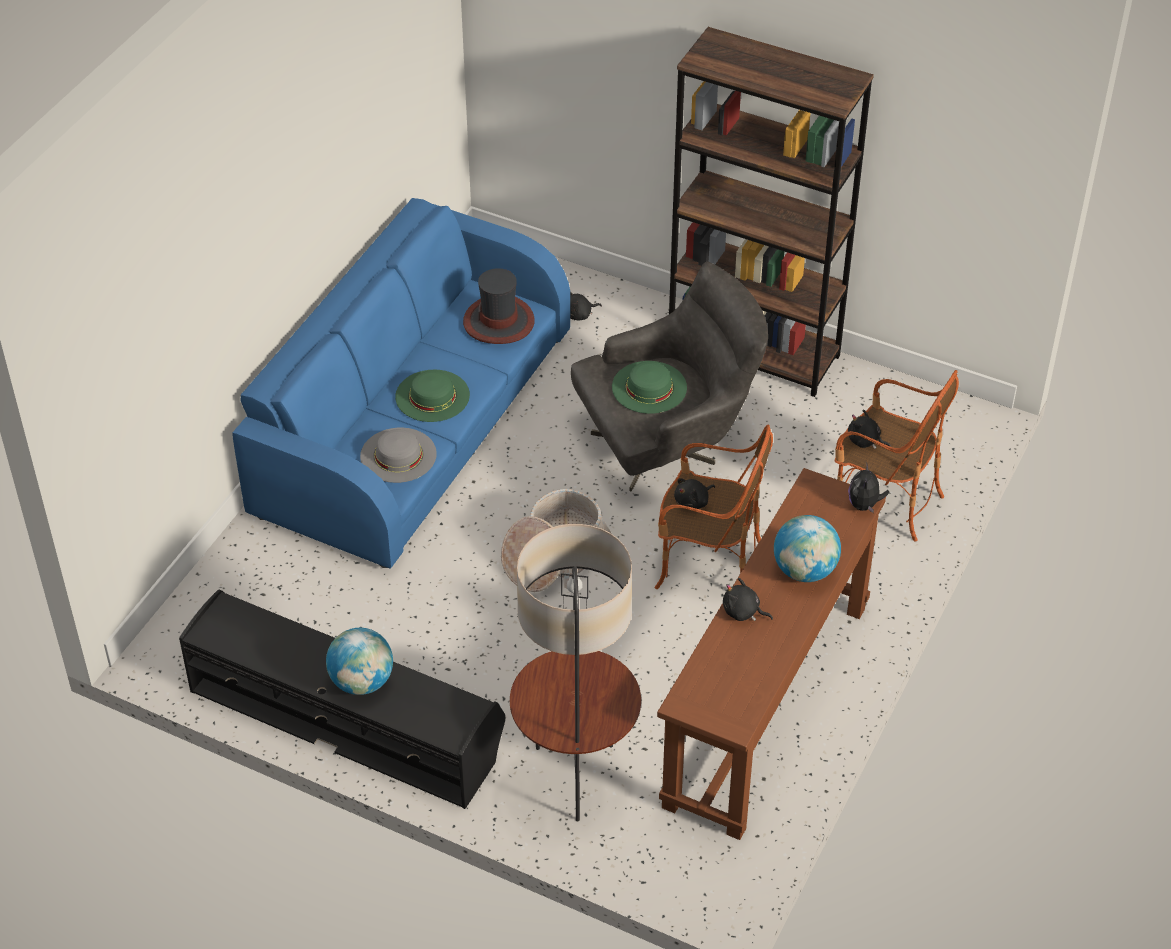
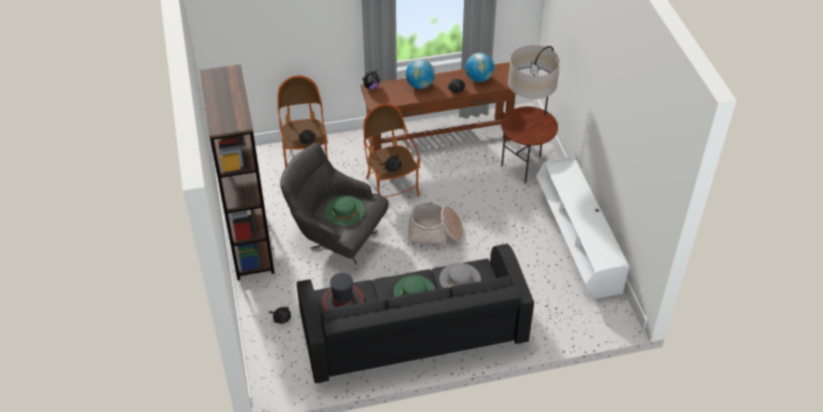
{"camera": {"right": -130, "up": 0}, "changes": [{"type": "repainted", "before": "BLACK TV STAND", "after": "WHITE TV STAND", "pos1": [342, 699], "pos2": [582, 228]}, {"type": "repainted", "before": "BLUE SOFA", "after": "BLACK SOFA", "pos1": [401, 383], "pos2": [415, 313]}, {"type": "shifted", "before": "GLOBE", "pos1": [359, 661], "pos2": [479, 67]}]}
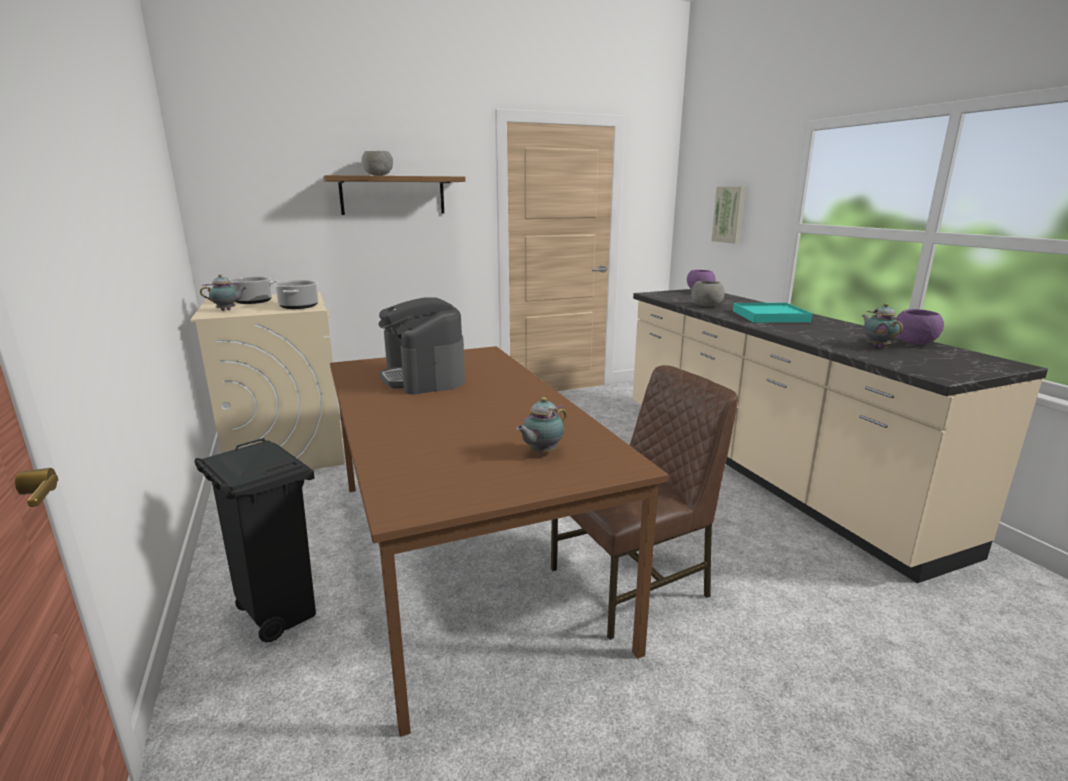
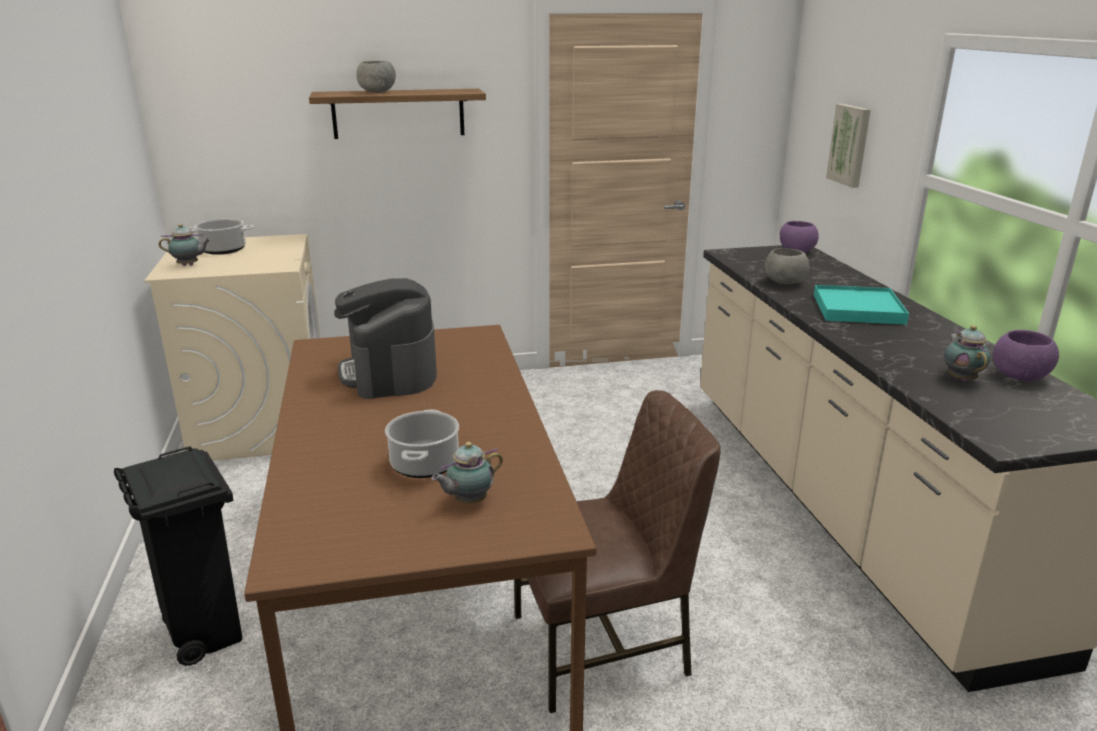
{"camera": {"right": 10, "up": 5}, "changes": [{"type": "shifted", "before": "COOKING POT", "pos1": [296, 294], "pos2": [422, 443]}]}
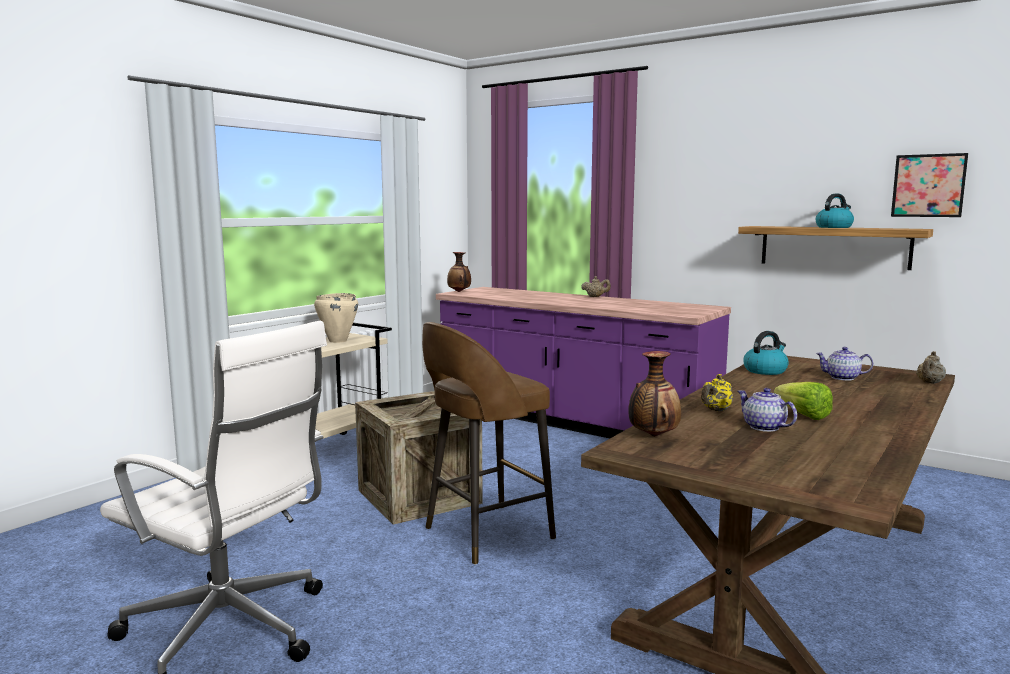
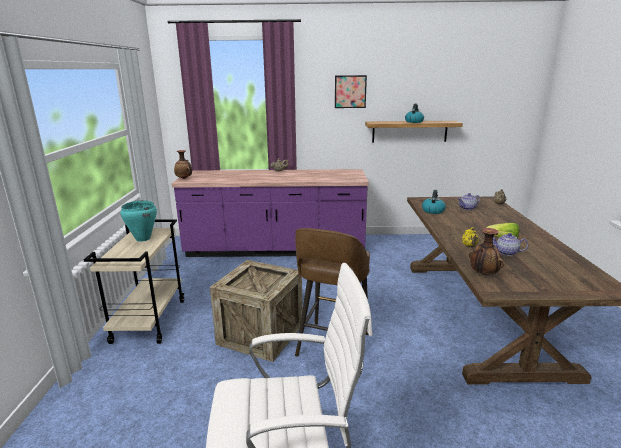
{"camera": {"right": -35, "up": 10}, "changes": [{"type": "repainted", "before": "BEIGE COOKING POT", "after": "TURQUOISE COOKING POT", "pos1": [336, 318], "pos2": [138, 221]}, {"type": "shifted", "before": "PICTURE", "pos1": [929, 185], "pos2": [351, 91]}]}
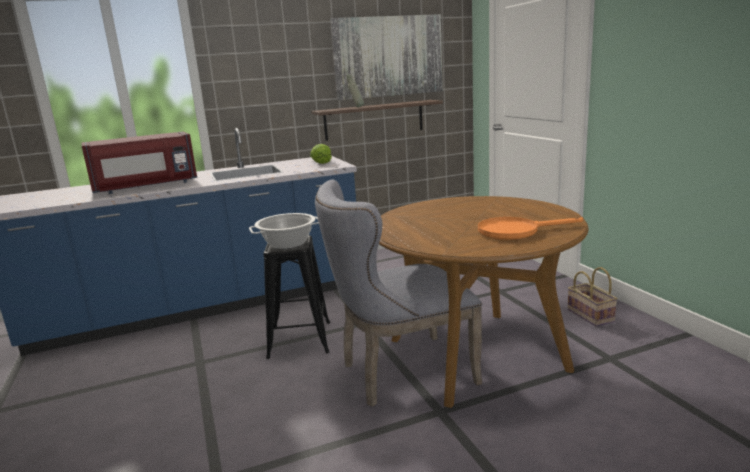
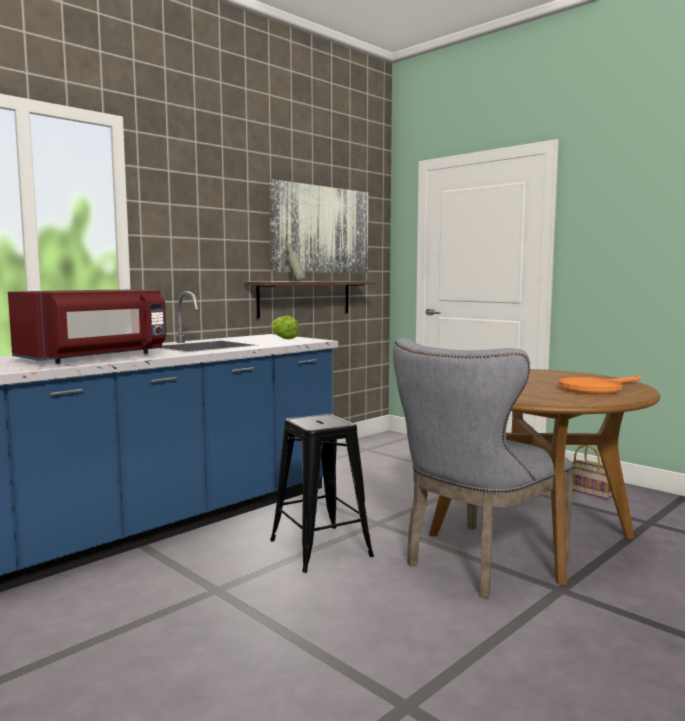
{"camera": {"right": -25, "up": -10}, "changes": [{"type": "gone", "before": "COOKING POT", "pos1": [284, 231]}]}
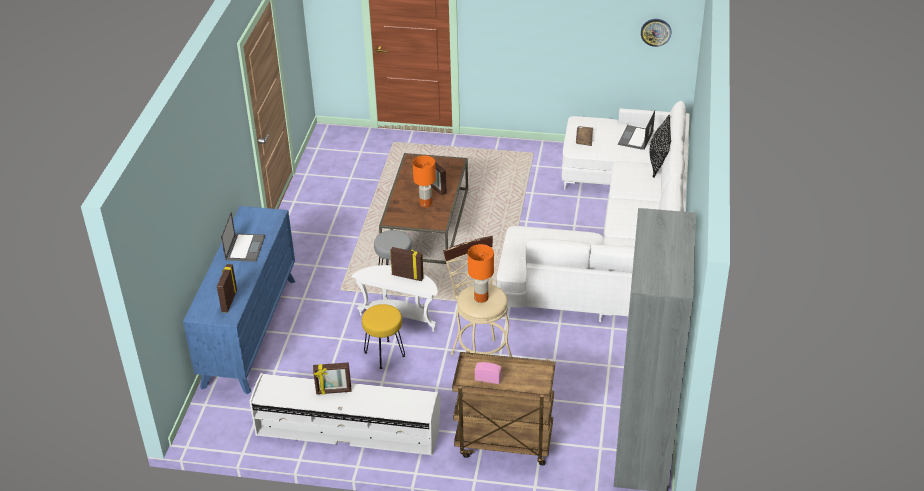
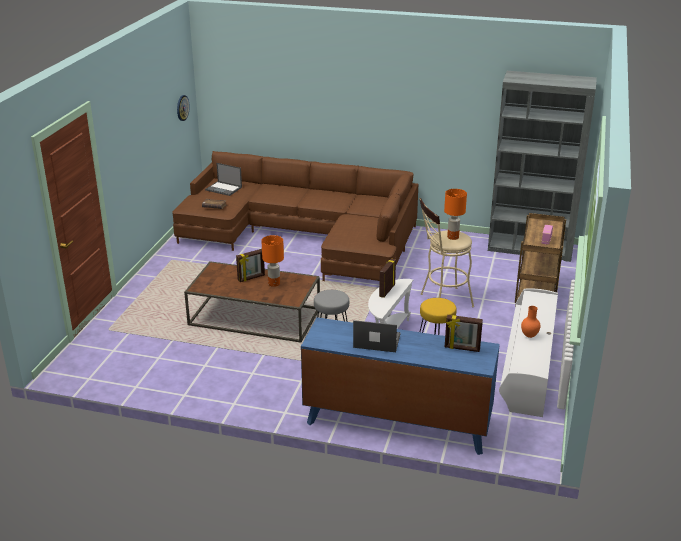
{"camera": {"right": -85, "up": -10}, "changes": [{"type": "swapped", "before": "PICTURE FRAME", "after": "ORANGE VASE", "pos1": [332, 378], "pos2": [530, 322]}, {"type": "repainted", "before": "WHITE SOFA", "after": "BROWN SOFA", "pos1": [593, 211], "pos2": [295, 216]}, {"type": "gone", "before": "BLACK PILLOW", "pos1": [660, 146]}]}
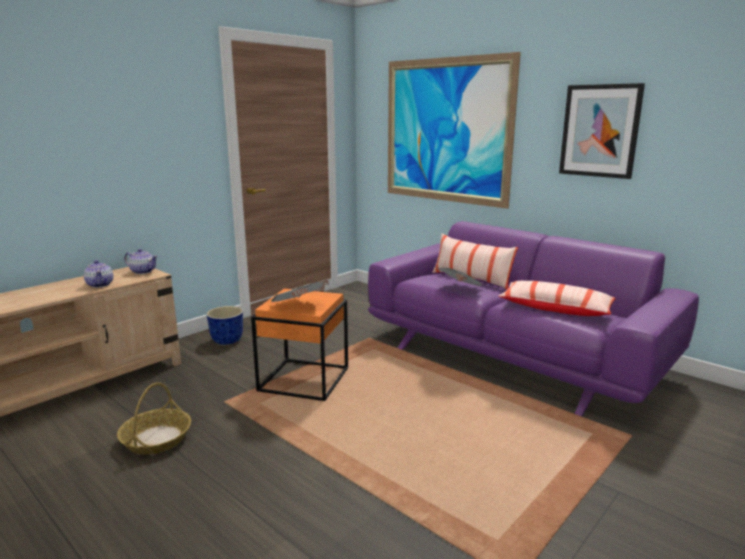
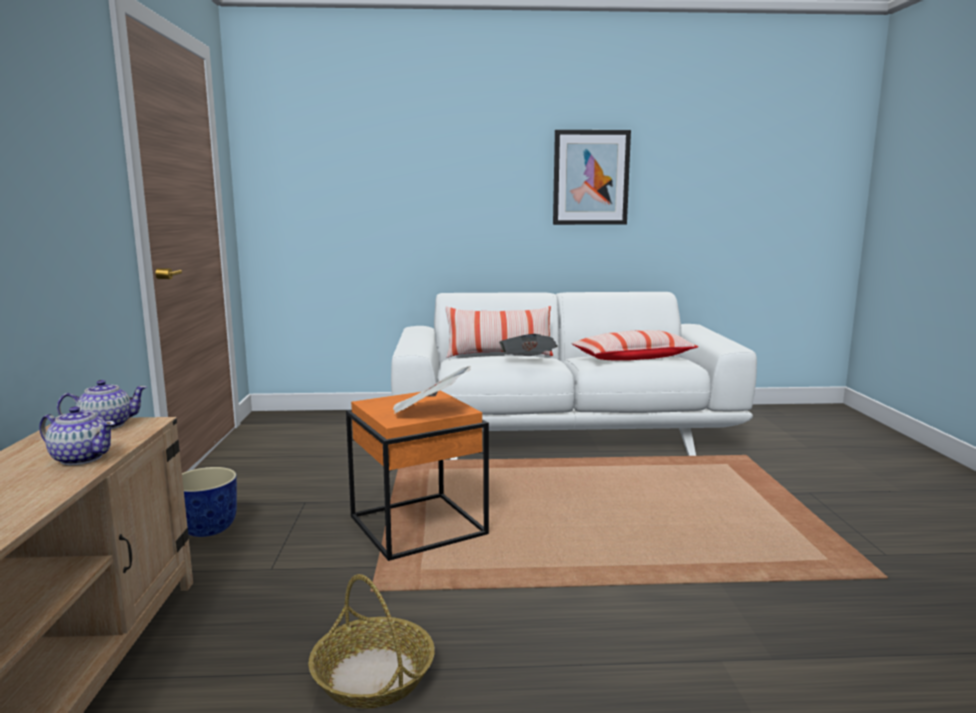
{"camera": {"right": -45, "up": -5}, "changes": [{"type": "repainted", "before": "PURPLE SOFA", "after": "WHITE SOFA", "pos1": [533, 318], "pos2": [574, 376]}, {"type": "gone", "before": "PICTURE", "pos1": [454, 130]}]}
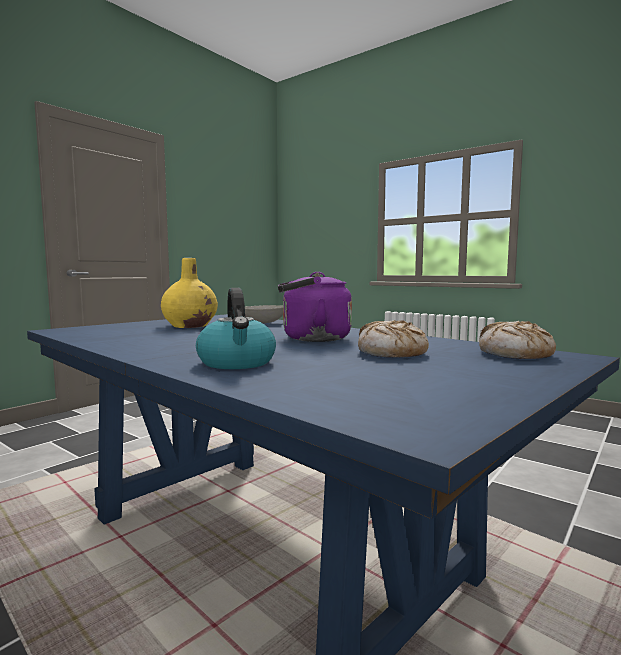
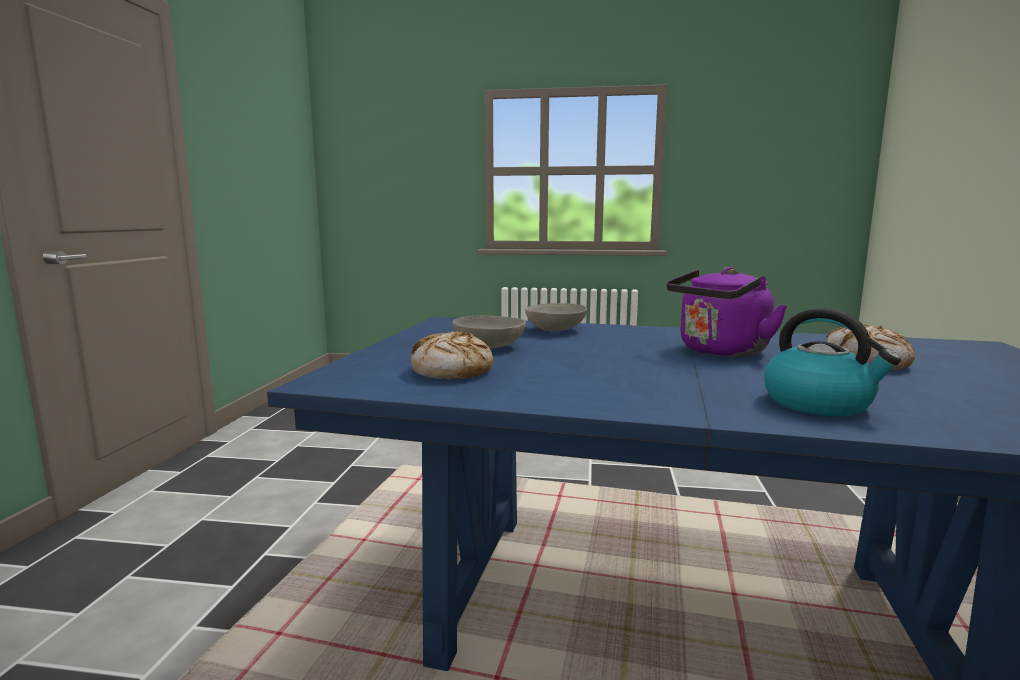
{"camera": {"right": -30, "up": 5}, "changes": [{"type": "swapped", "before": "YELLOW VASE", "after": "GREY BOWL", "pos1": [189, 293], "pos2": [489, 331]}, {"type": "shifted", "before": "BREAD", "pos1": [517, 340], "pos2": [452, 355]}]}
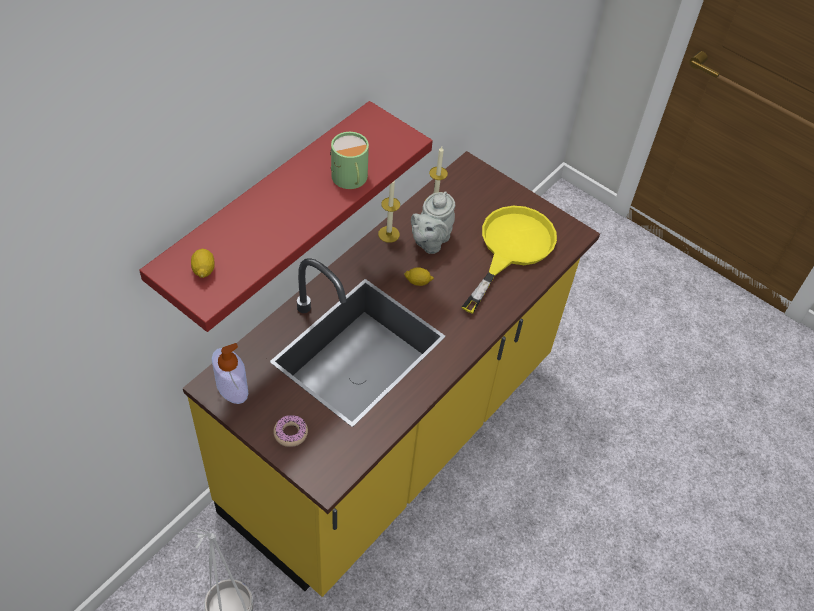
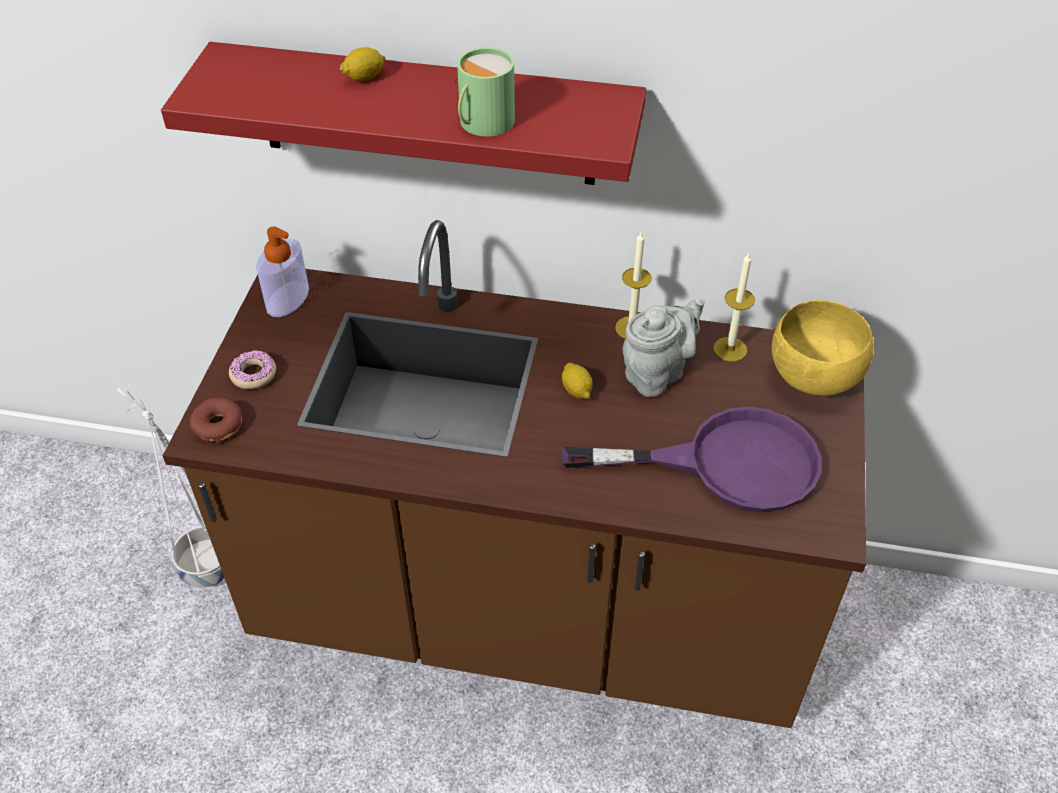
{"camera": {"right": 65, "up": -5}, "changes": [{"type": "repainted", "before": "YELLOW COUNTER", "after": "BROWN COUNTER", "pos1": [391, 374], "pos2": [514, 474]}, {"type": "shifted", "before": "LEMON", "pos1": [203, 263], "pos2": [362, 64]}, {"type": "rotated", "before": "GREY TEAPOT", "pos1": [433, 222], "pos2": [664, 347], "turn": 135}, {"type": "repainted", "before": "YELLOW FRYING PAN", "after": "PURPLE FRYING PAN", "pos1": [509, 260], "pos2": [692, 460]}, {"type": "new", "after": "DONUT", "pos2": [216, 420]}, {"type": "new", "after": "YELLOW BOWL", "pos2": [823, 348]}]}
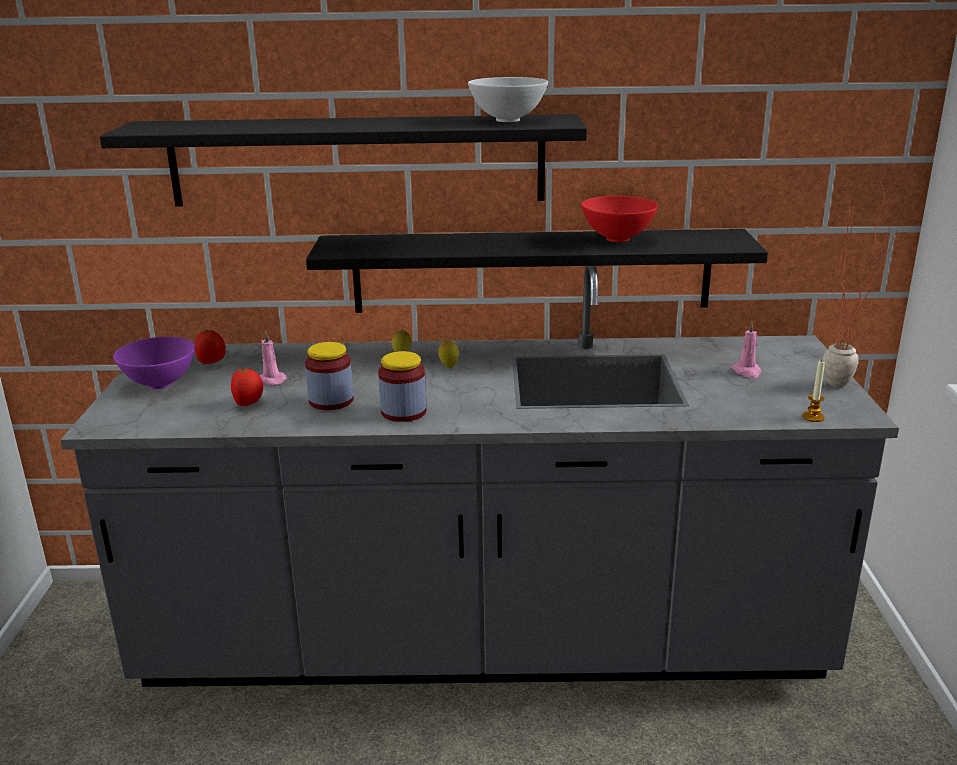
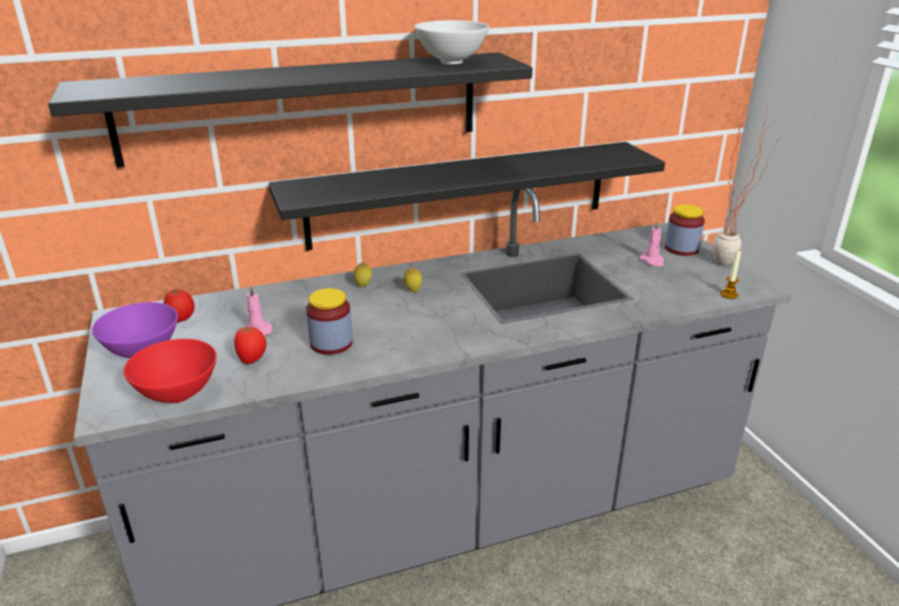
{"camera": {"right": -20, "up": 5}, "changes": [{"type": "shifted", "before": "JAR", "pos1": [402, 386], "pos2": [685, 230]}, {"type": "shifted", "before": "RED BOWL", "pos1": [619, 219], "pos2": [170, 371]}]}
